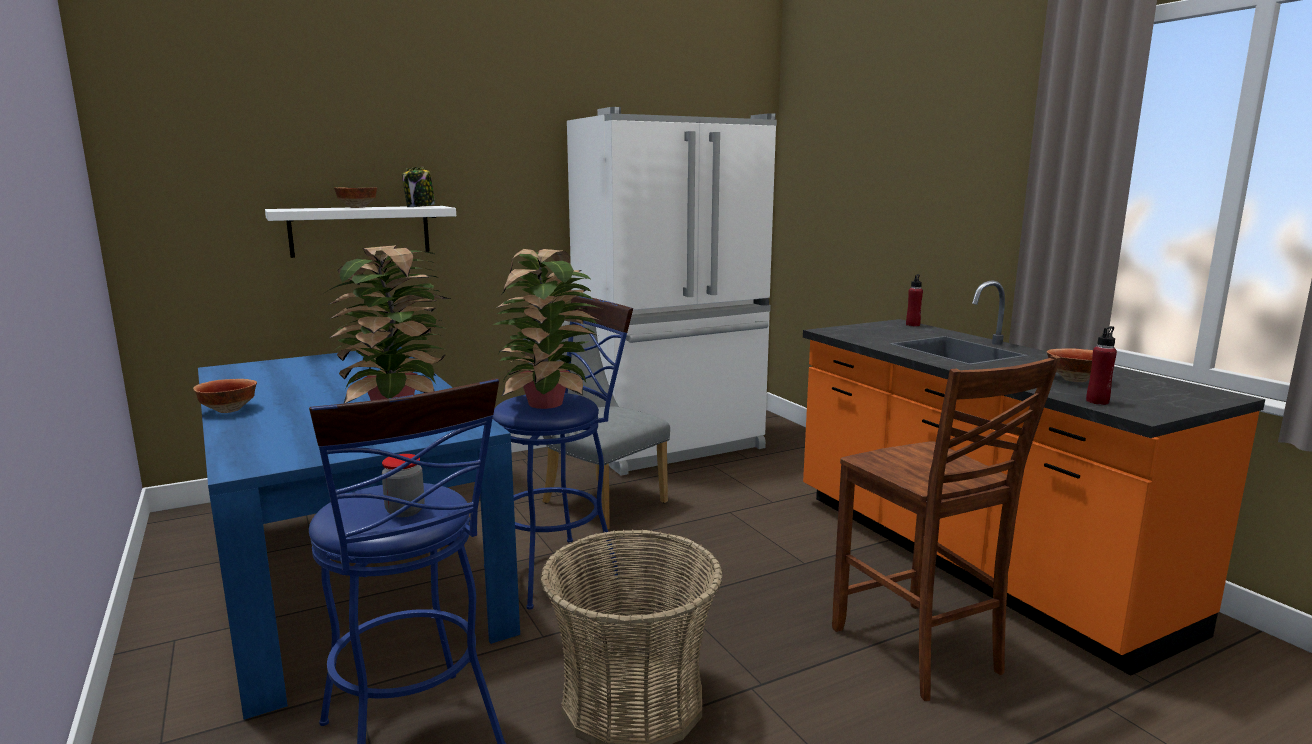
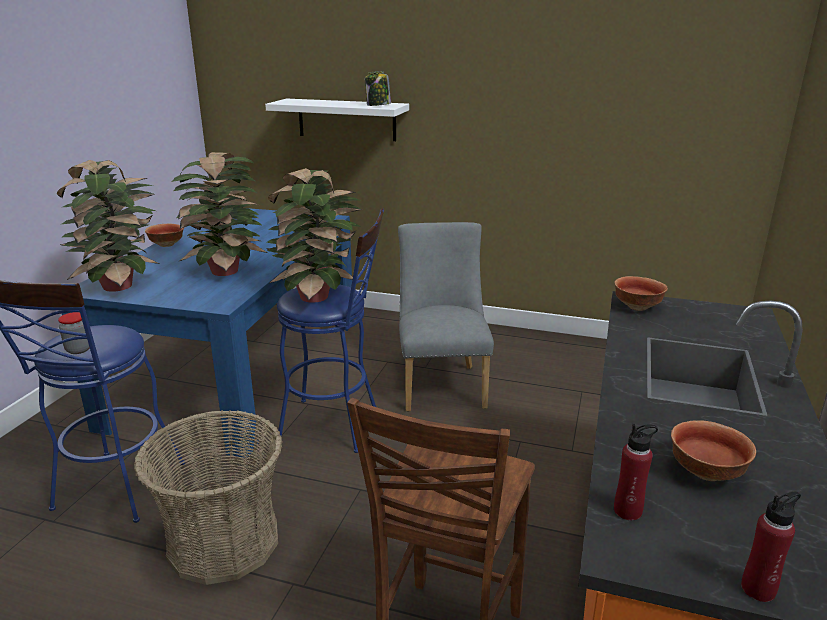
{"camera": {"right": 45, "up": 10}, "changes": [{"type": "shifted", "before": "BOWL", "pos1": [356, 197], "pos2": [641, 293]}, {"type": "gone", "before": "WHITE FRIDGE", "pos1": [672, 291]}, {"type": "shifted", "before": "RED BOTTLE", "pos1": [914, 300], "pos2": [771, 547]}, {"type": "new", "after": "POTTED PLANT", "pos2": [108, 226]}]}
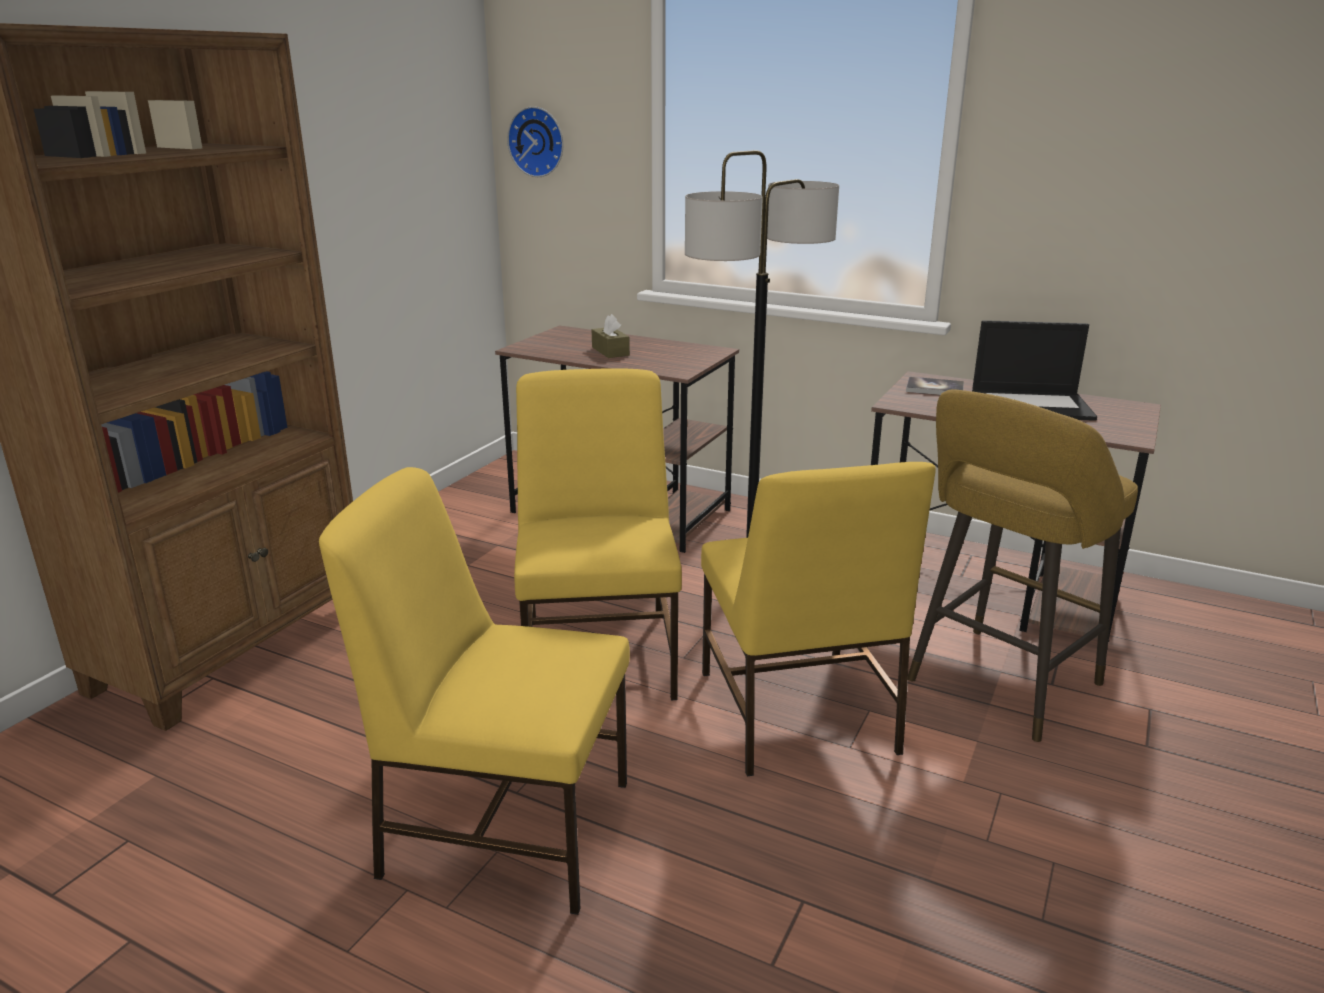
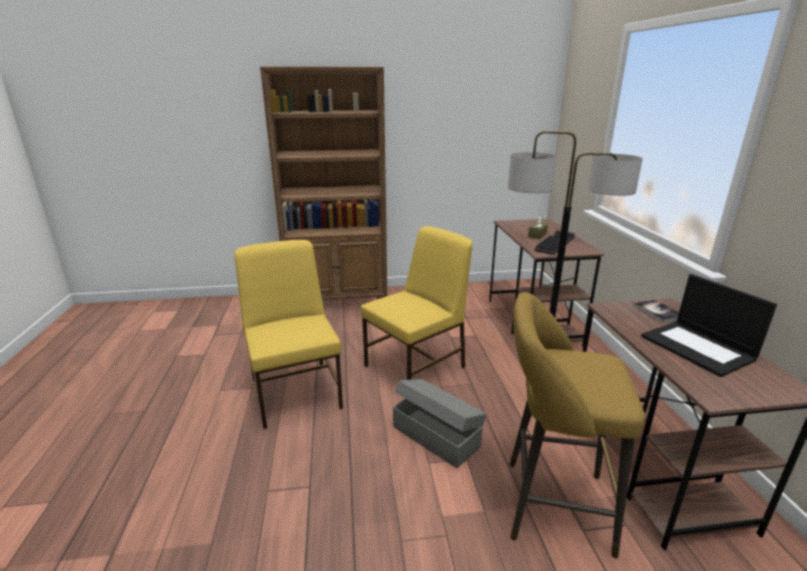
{"camera": {"right": 55, "up": 0}, "changes": [{"type": "gone", "before": "WALL CLOCK", "pos1": [535, 141]}, {"type": "swapped", "before": "YELLOW CHAIR", "after": "GREY STORAGE BOX", "pos1": [818, 619], "pos2": [440, 423]}, {"type": "new", "after": "KEYBOARD", "pos2": [554, 242]}]}
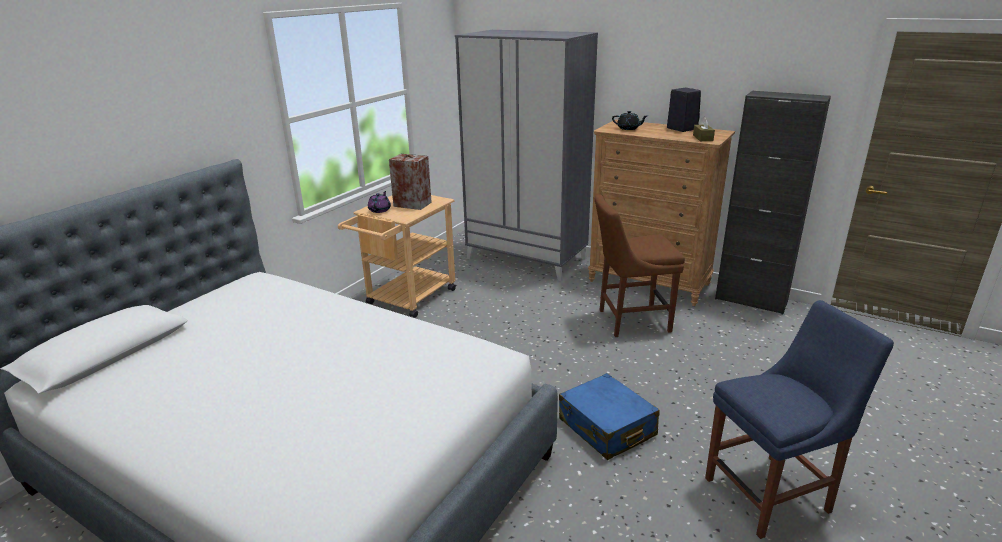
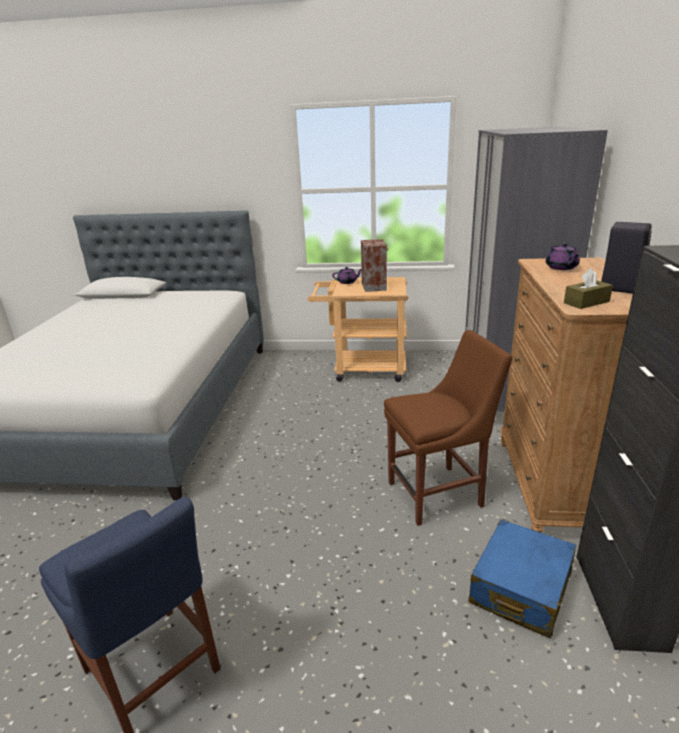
{"camera": {"right": 65, "up": 0}, "changes": [{"type": "shifted", "before": "BLUE SUITCASE", "pos1": [609, 416], "pos2": [522, 579]}, {"type": "rotated", "before": "BROWN CHAIR", "pos1": [640, 265], "pos2": [448, 428], "turn": 105}, {"type": "repainted", "before": "BLACK TEAPOT", "after": "PURPLE TEAPOT", "pos1": [629, 120], "pos2": [563, 256]}]}
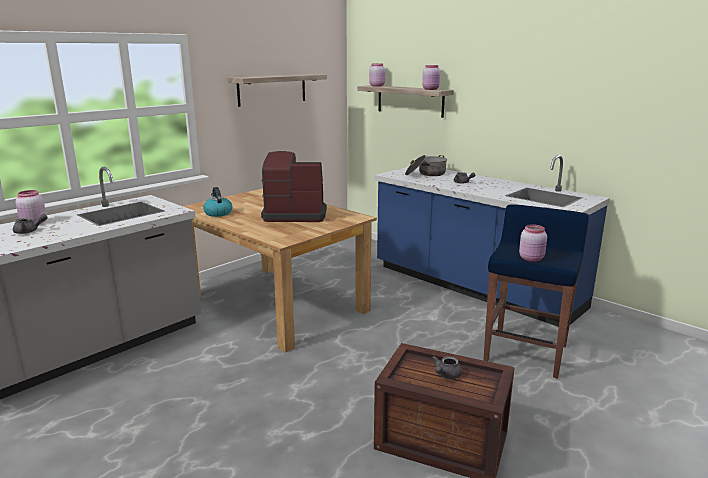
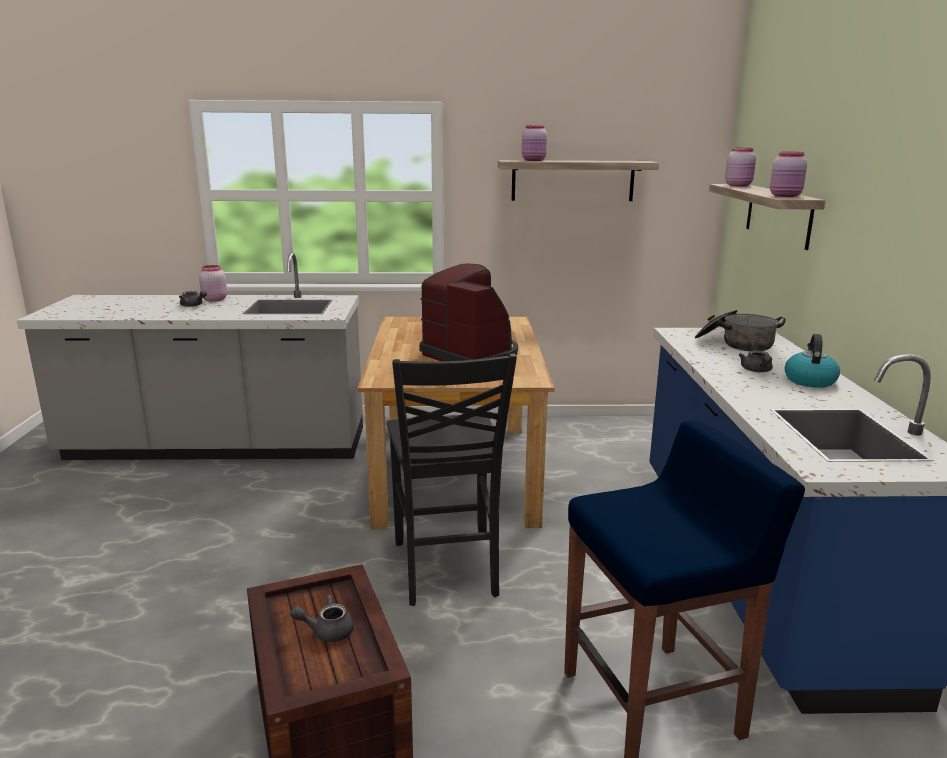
{"camera": {"right": 45, "up": 0}, "changes": [{"type": "shifted", "before": "KETTLE", "pos1": [217, 202], "pos2": [812, 361]}, {"type": "shifted", "before": "PINK JAR", "pos1": [533, 243], "pos2": [534, 143]}, {"type": "new", "after": "BLACK CHAIR", "pos2": [452, 479]}]}
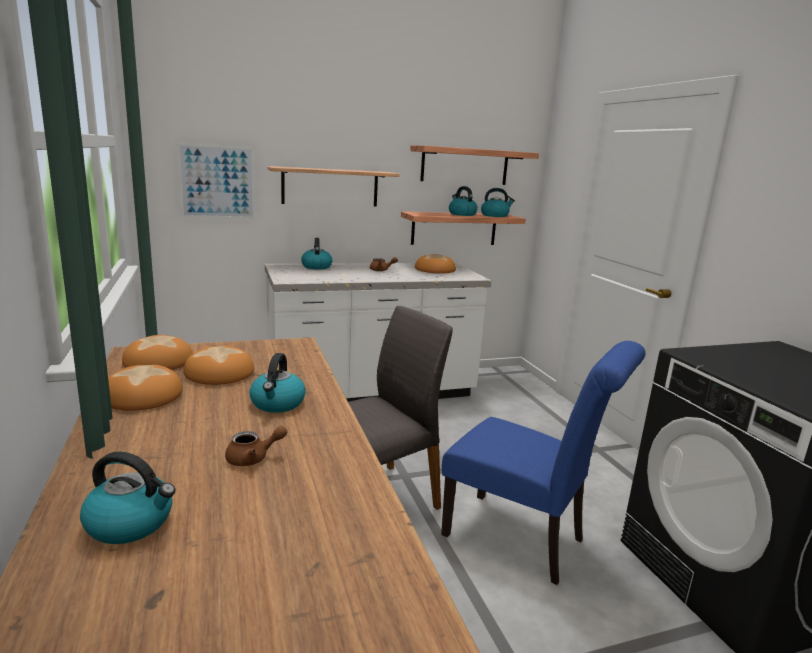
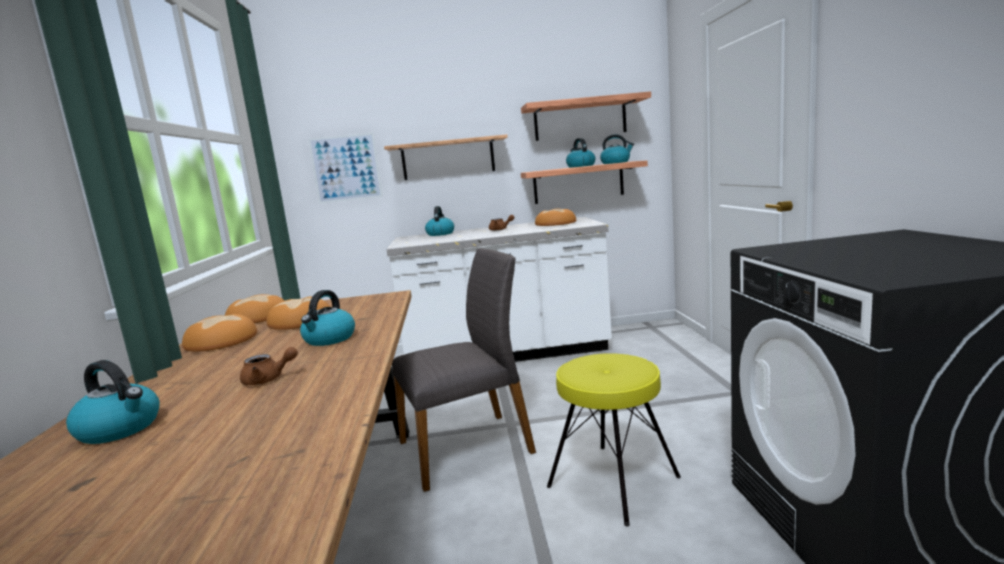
{"camera": {"right": 15, "up": -5}, "changes": [{"type": "swapped", "before": "BLUE CHAIR", "after": "YELLOW STOOL", "pos1": [543, 463], "pos2": [614, 439]}]}
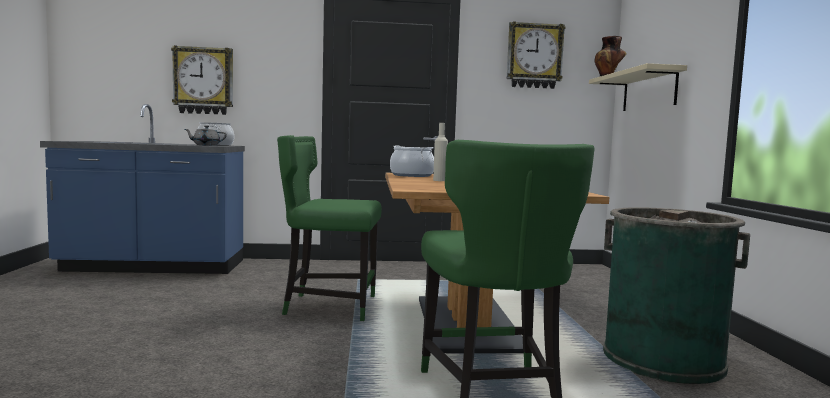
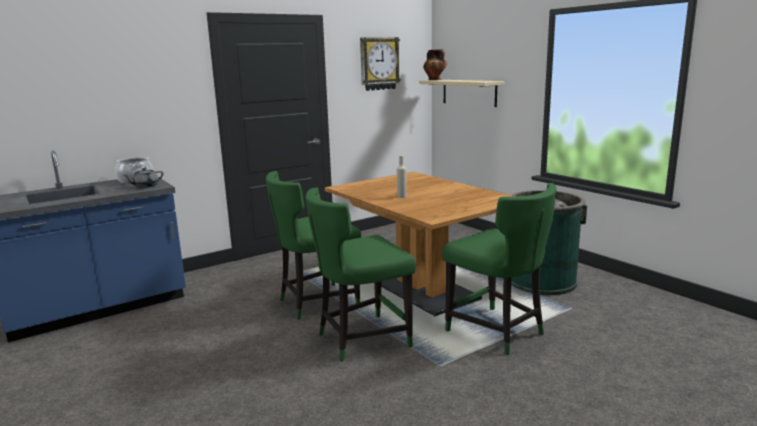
{"camera": {"right": -30, "up": 10}, "changes": [{"type": "gone", "before": "WALL CLOCK", "pos1": [202, 80]}, {"type": "gone", "before": "COOKING POT", "pos1": [412, 161]}, {"type": "new", "after": "GREEN CHAIR", "pos2": [361, 275]}]}
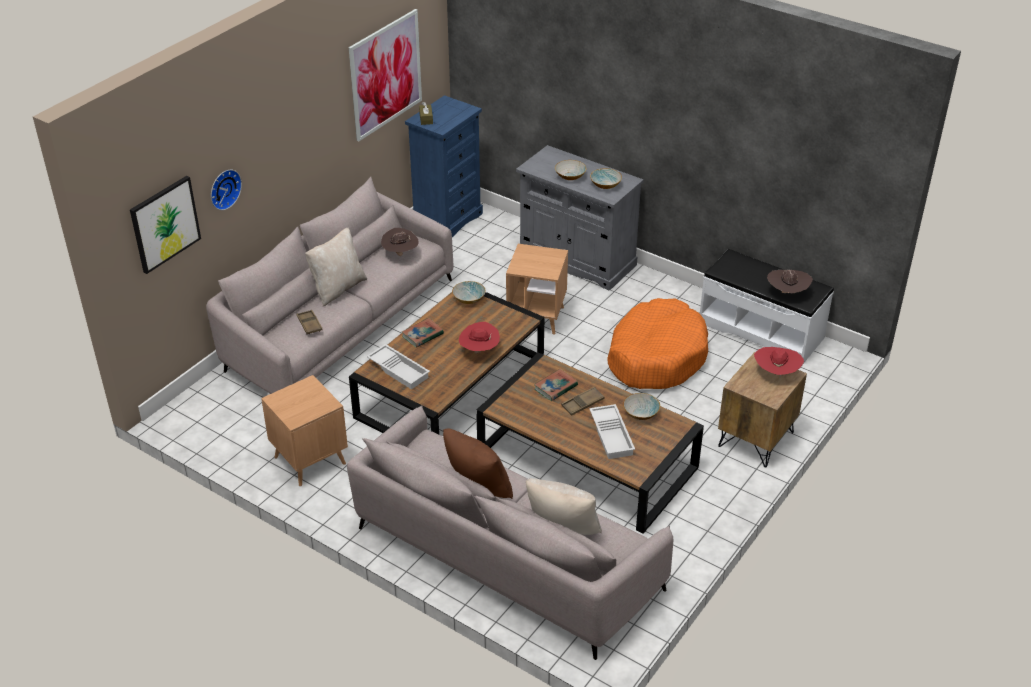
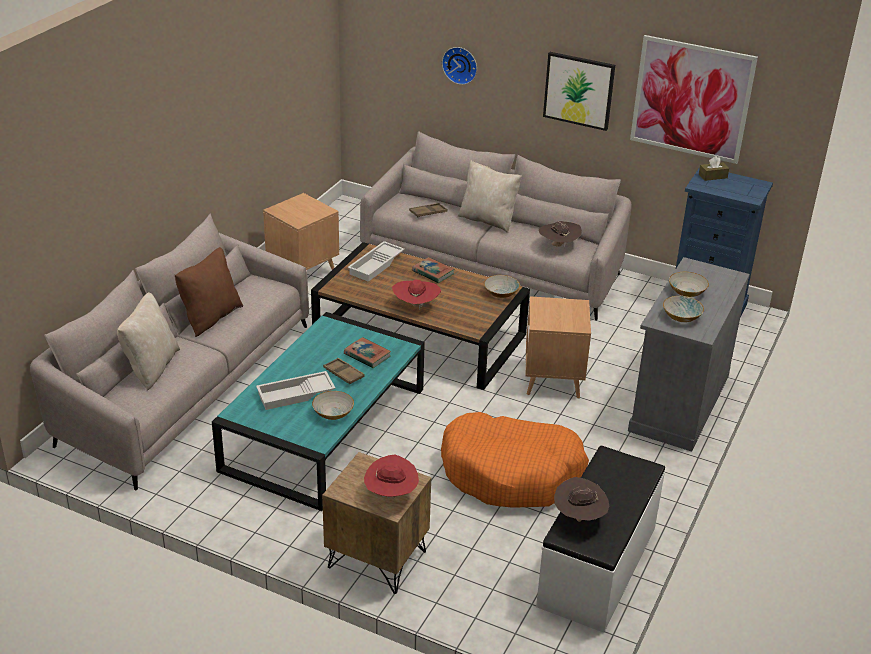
{"camera": {"right": 80, "up": -5}, "changes": [{"type": "shifted", "before": "PICTURE", "pos1": [165, 225], "pos2": [579, 91]}, {"type": "repainted", "before": "BROWN COFFEE TABLE", "after": "TURQUOISE COFFEE TABLE", "pos1": [590, 443], "pos2": [318, 411]}]}
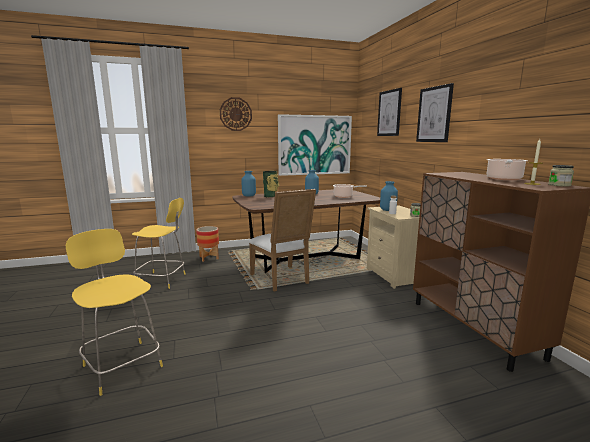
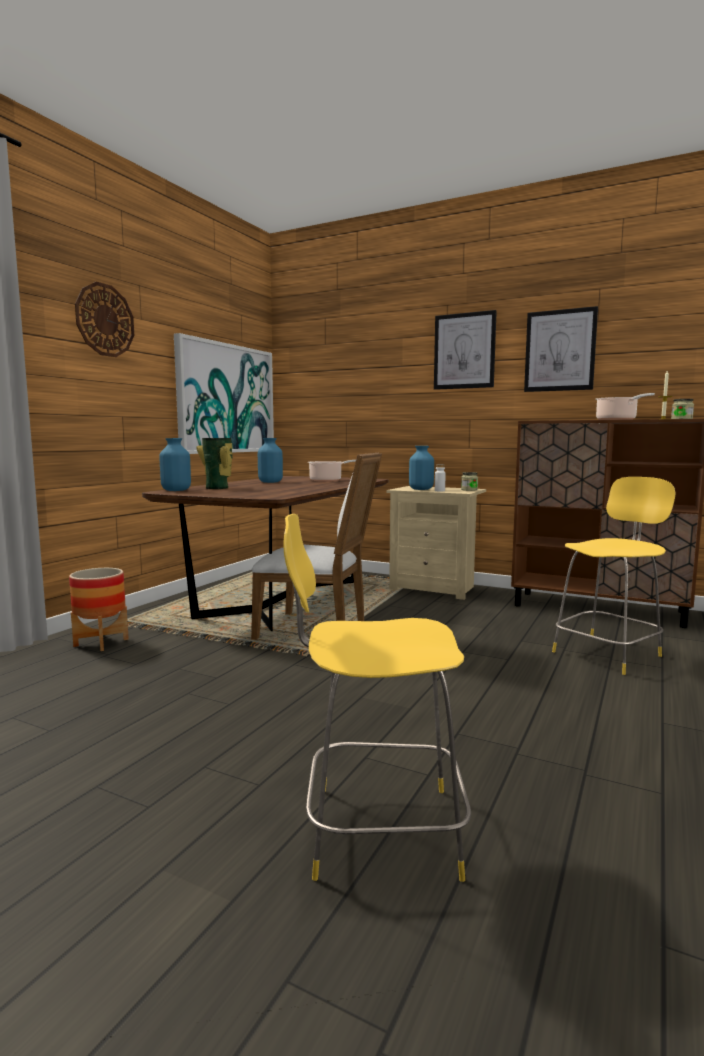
{"camera": {"right": -45, "up": -5}, "changes": [{"type": "shifted", "before": "YELLOW CHAIR", "pos1": [159, 243], "pos2": [613, 576]}, {"type": "shifted", "before": "PICTURE", "pos1": [389, 112], "pos2": [561, 349]}]}
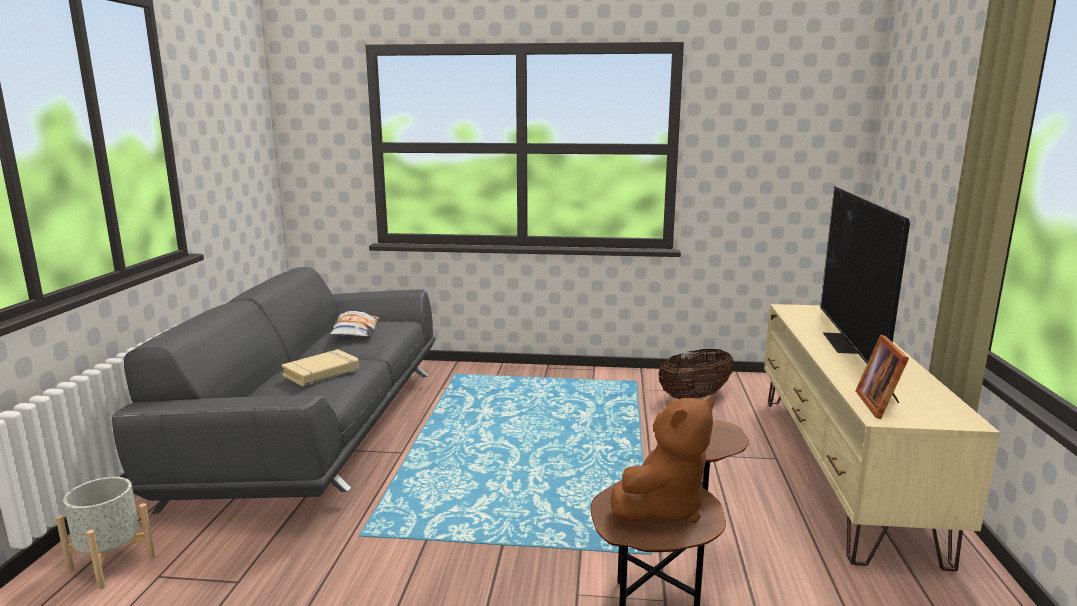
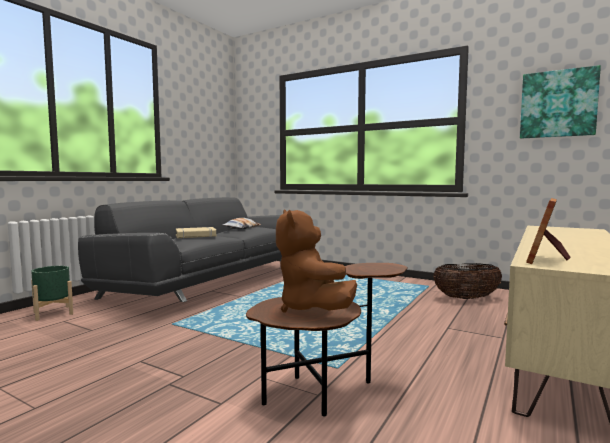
{"camera": {"right": 25, "up": -10}, "changes": [{"type": "repainted", "before": "GREY PLANTER", "after": "GREEN PLANTER", "pos1": [105, 533], "pos2": [52, 293]}, {"type": "rotated", "before": "BROWN PLUSH TOY", "pos1": [662, 459], "pos2": [316, 261], "turn": 90}, {"type": "gone", "before": "TELEVISION", "pos1": [865, 274]}, {"type": "new", "after": "PICTURE", "pos2": [560, 101]}]}
